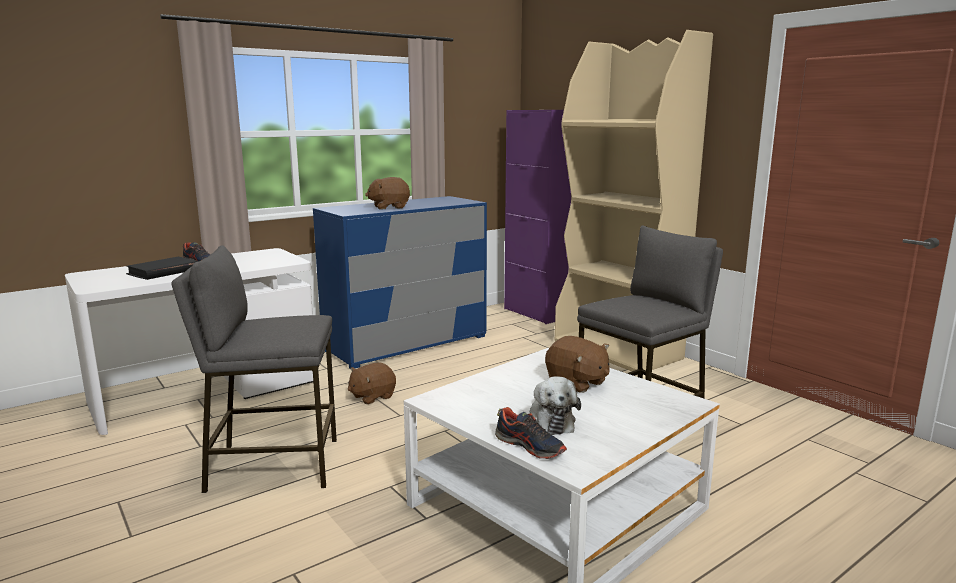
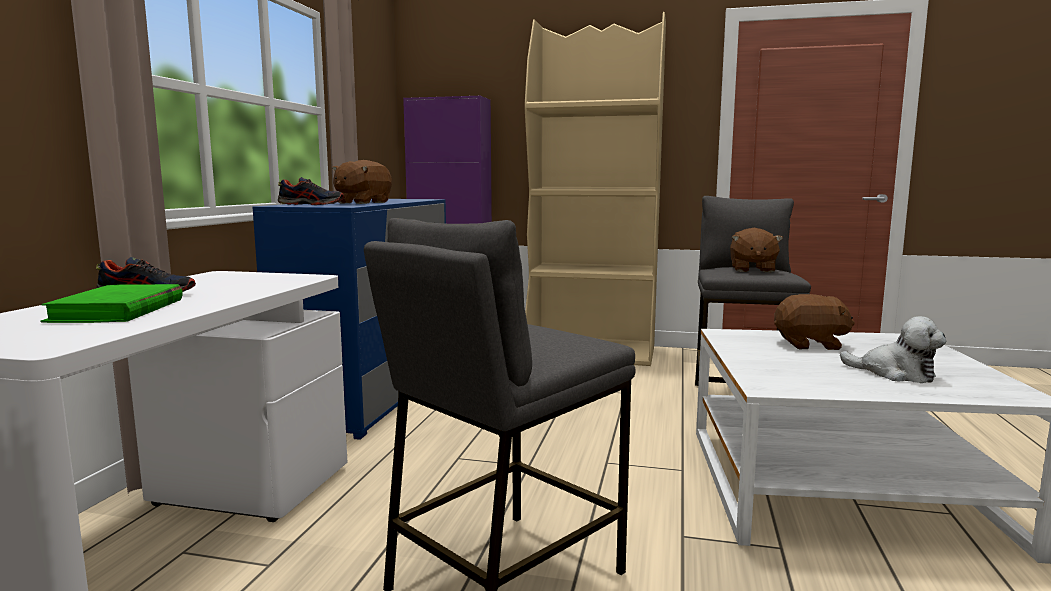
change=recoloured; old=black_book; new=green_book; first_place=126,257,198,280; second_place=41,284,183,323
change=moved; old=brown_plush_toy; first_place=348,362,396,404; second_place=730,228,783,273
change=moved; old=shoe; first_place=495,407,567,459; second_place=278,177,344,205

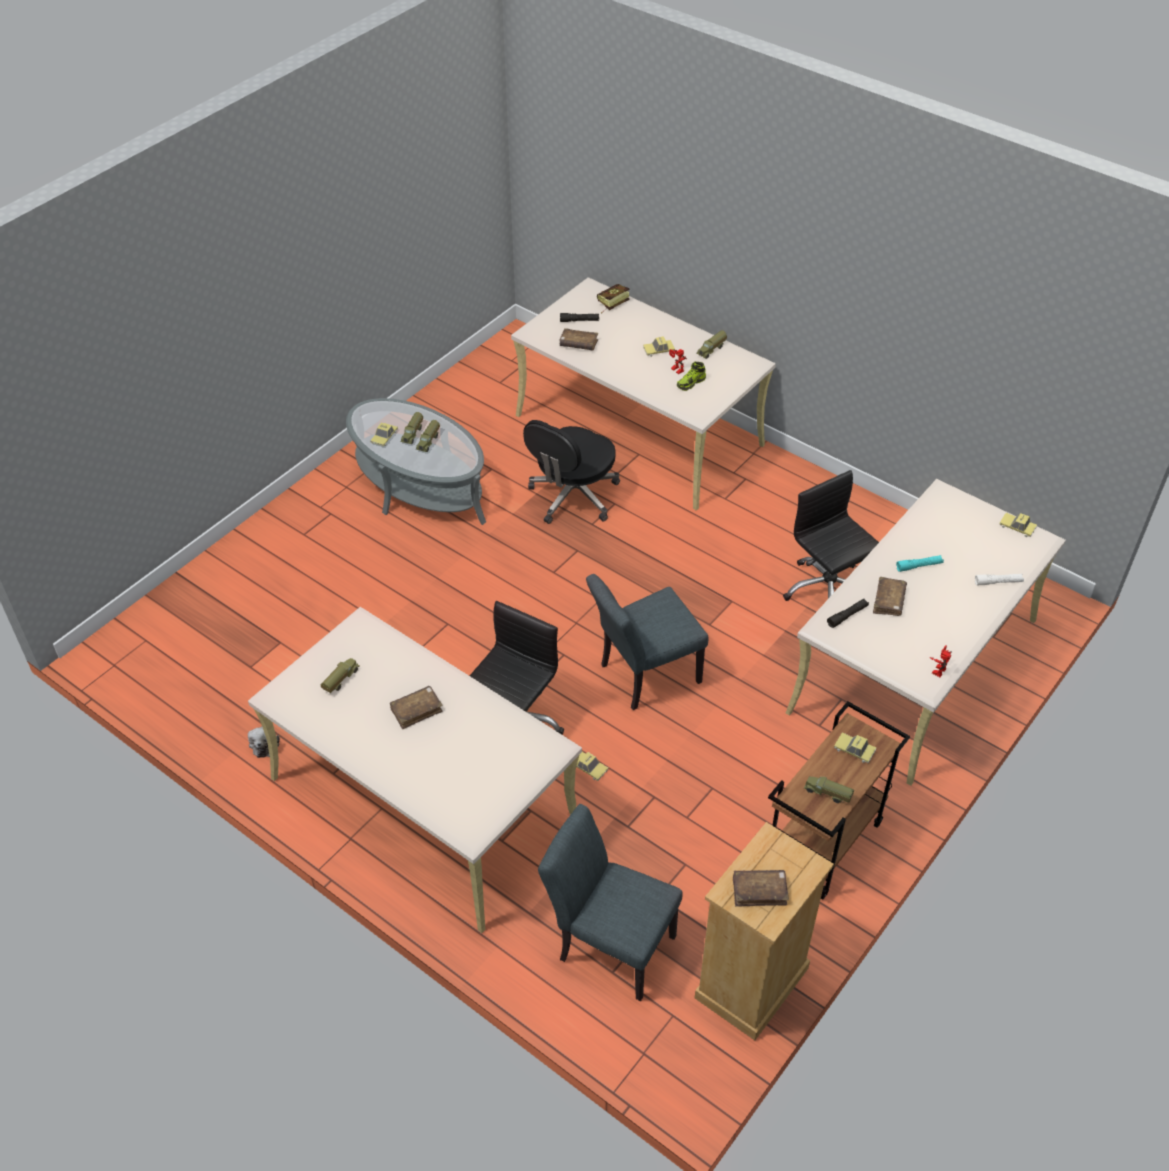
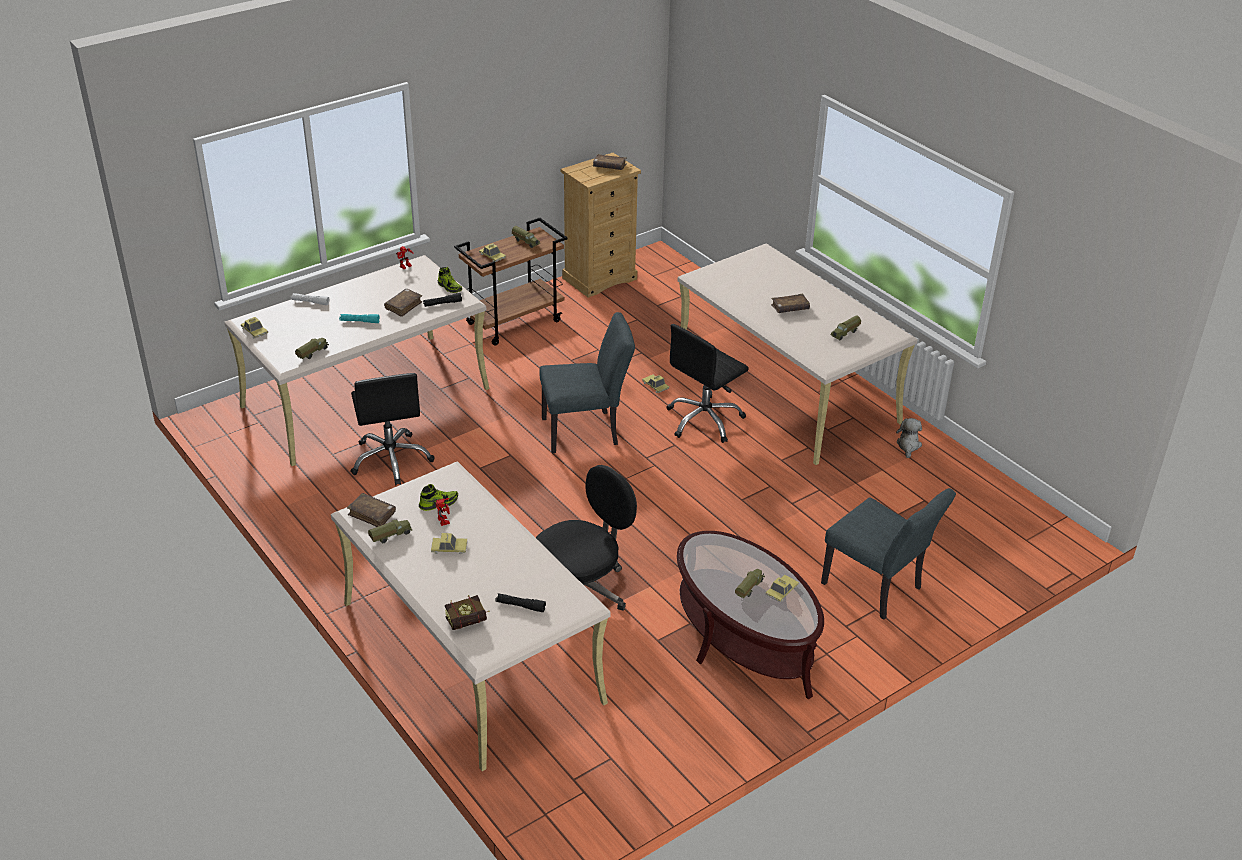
change=moved; old=brown_book; first_place=559,328,598,351; second_place=347,493,396,527
change=recoloured; old=grey_coffee_table; new=brown_coffee_table; first_place=346,398,486,525; second_place=677,531,824,699
change=moved; old=toy_truck; first_place=416,420,440,452; second_place=295,338,329,359
change=moved; old=grey_chair; first_place=538,804,683,1001; second_place=821,488,956,620
change=added; new=shoe; second_place=438,267,462,293

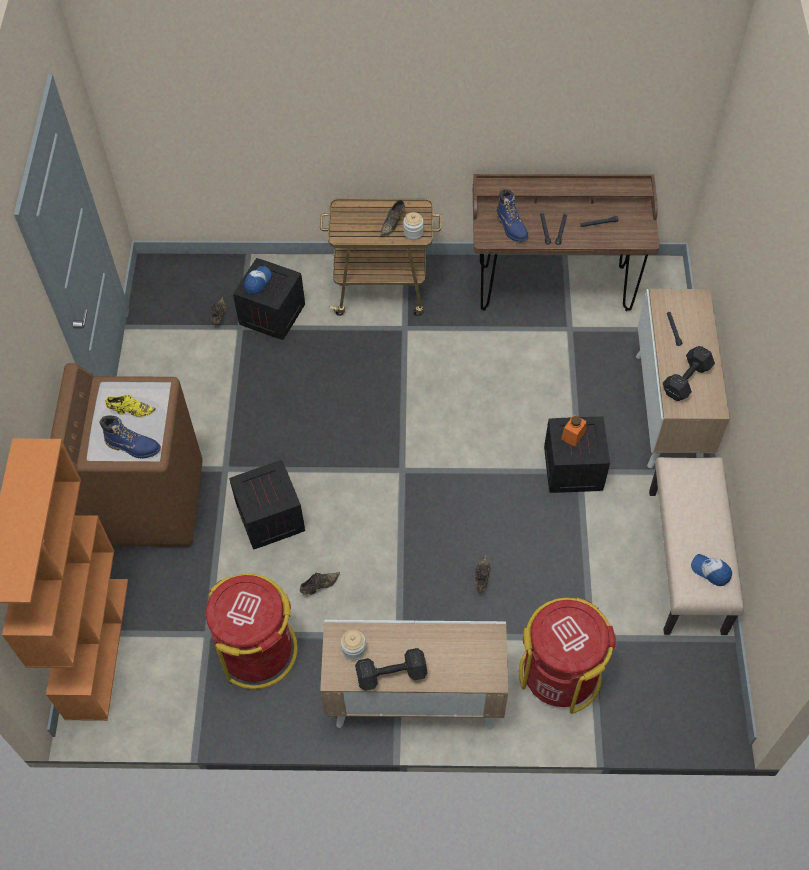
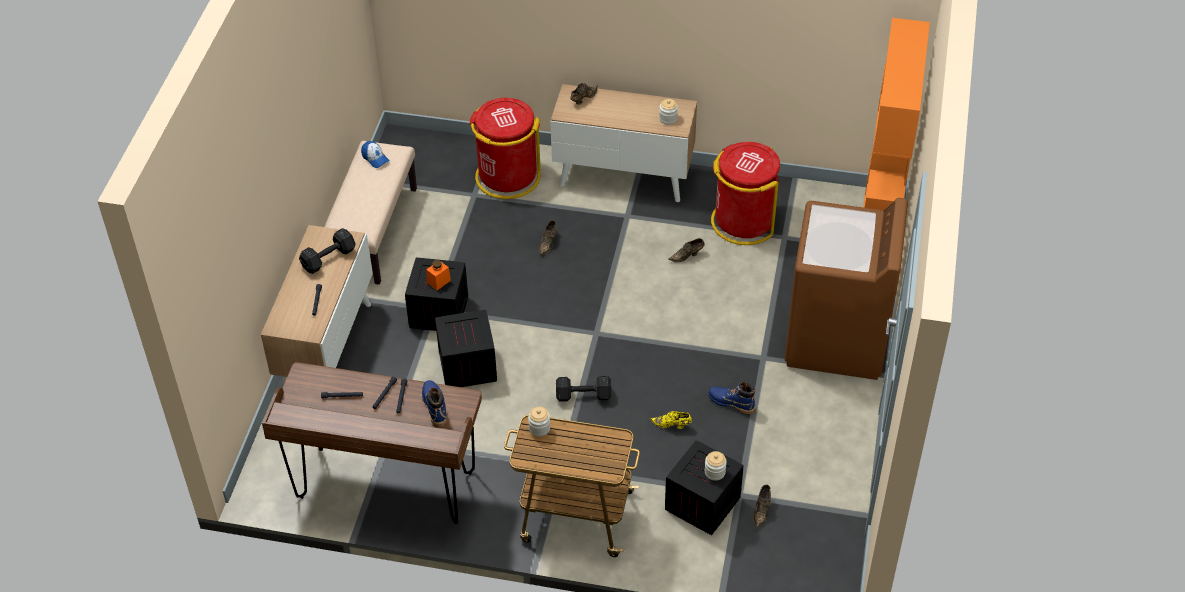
change=moved; old=brown_shoe; first_place=381,200,405,236; second_place=571,83,598,105
change=replaced; old=cap; new=jar; first_place=244,266,271,295; second_place=705,451,727,481
change=moved; old=yellow_shoe; first_place=105,394,156,417; second_place=650,411,692,429
change=moved; old=blue_boot; first_place=100,415,161,458; second_place=708,381,755,414
change=moved; old=crate; first_place=229,460,305,550; second_place=435,310,497,387
change=moved; old=black_dumbbell; first_place=355,648,427,691; second_place=556,376,611,402

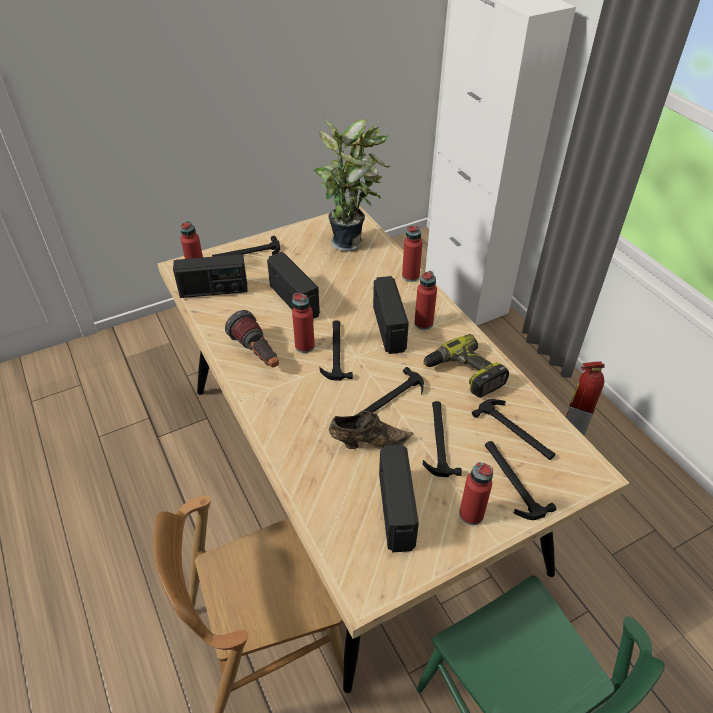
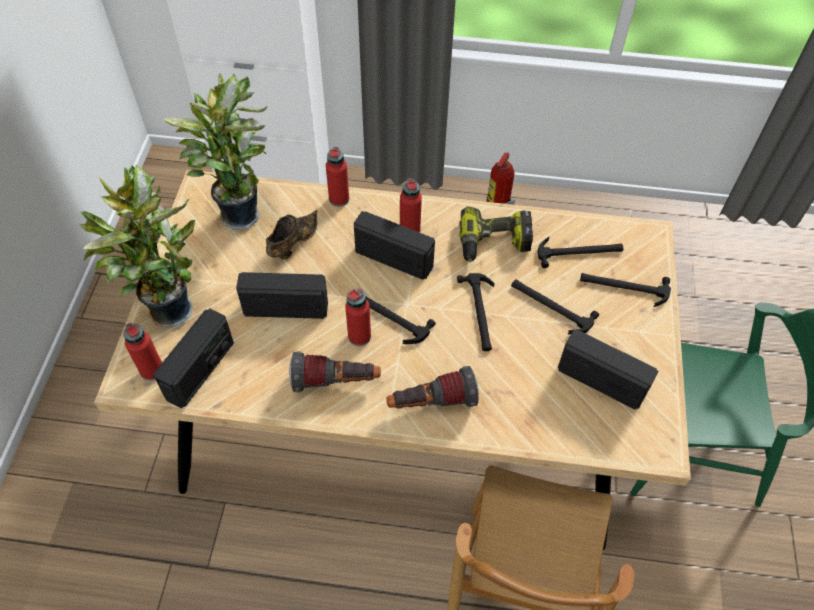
change=replaced; old=hammer; new=potted_plant; first_place=212,236,280,257; second_place=79,165,195,328
change=moved; old=brown_shoe; first_place=329,411,413,449; second_place=266,210,317,260
change=removed; old=red_bottle; first_place=459,462,493,525
change=added; new=flashlight; second_place=387,366,479,409

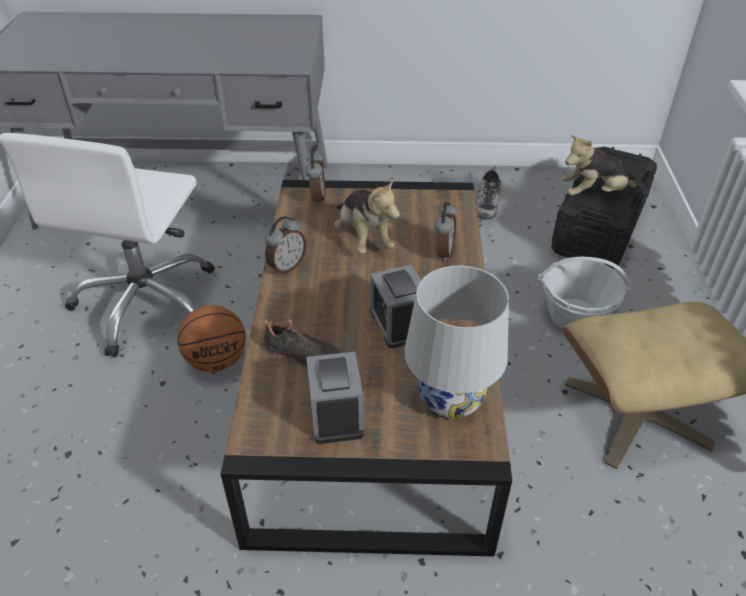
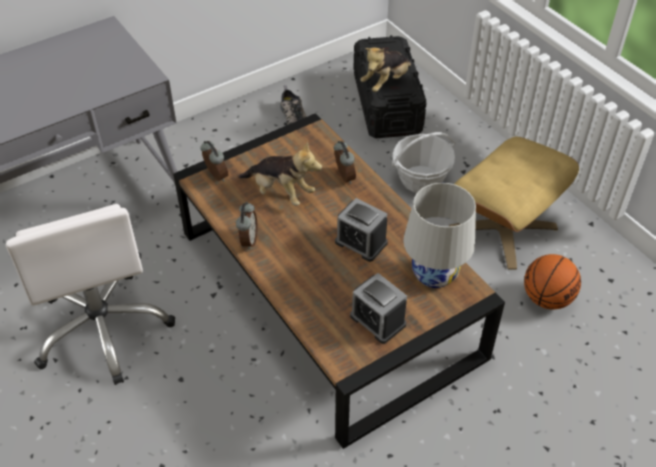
change=moved; old=basketball; first_place=177,305,246,372; second_place=524,254,581,310
change=removed; old=black_shoe; first_place=263,318,341,368

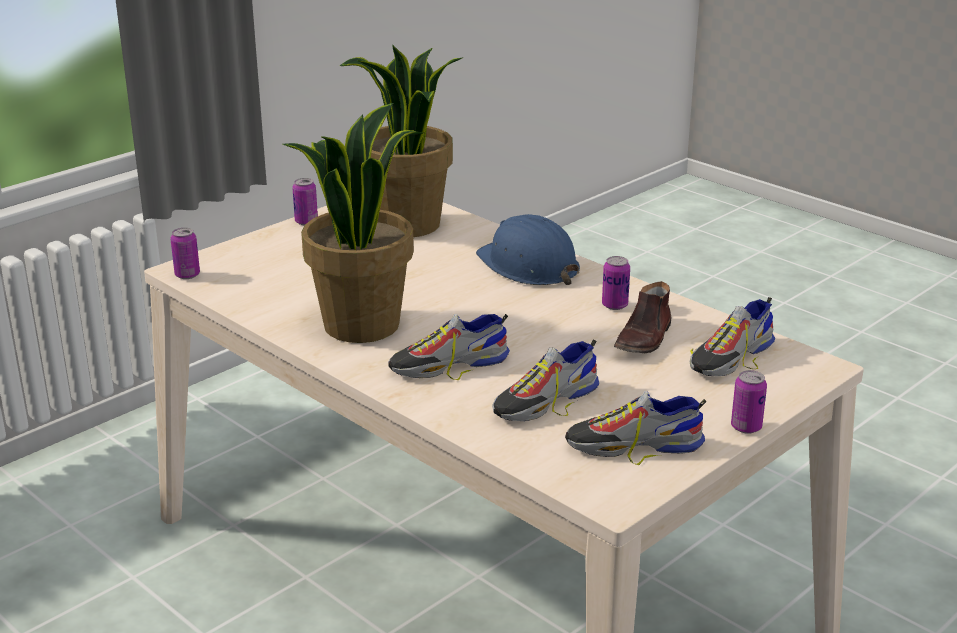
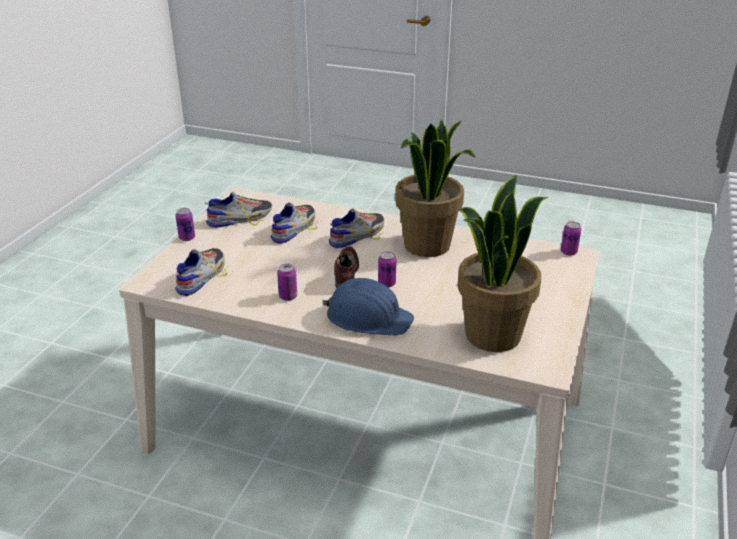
change=moved; old=can; first_place=293,178,318,225; second_place=378,251,396,287
change=moved; old=brown_shoe; first_place=614,281,671,353; second_place=334,246,359,288

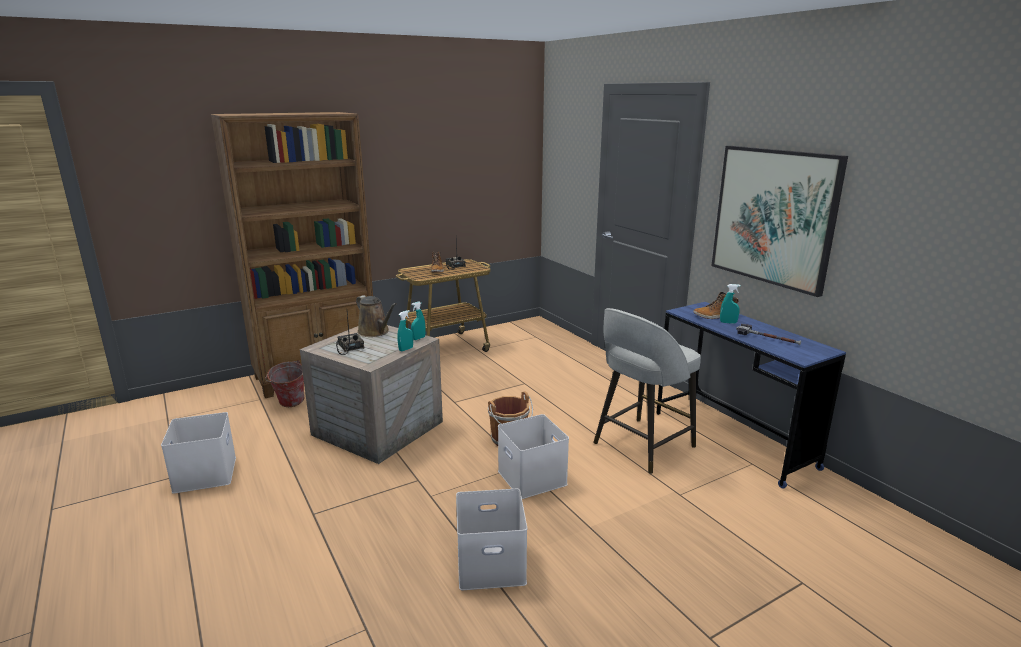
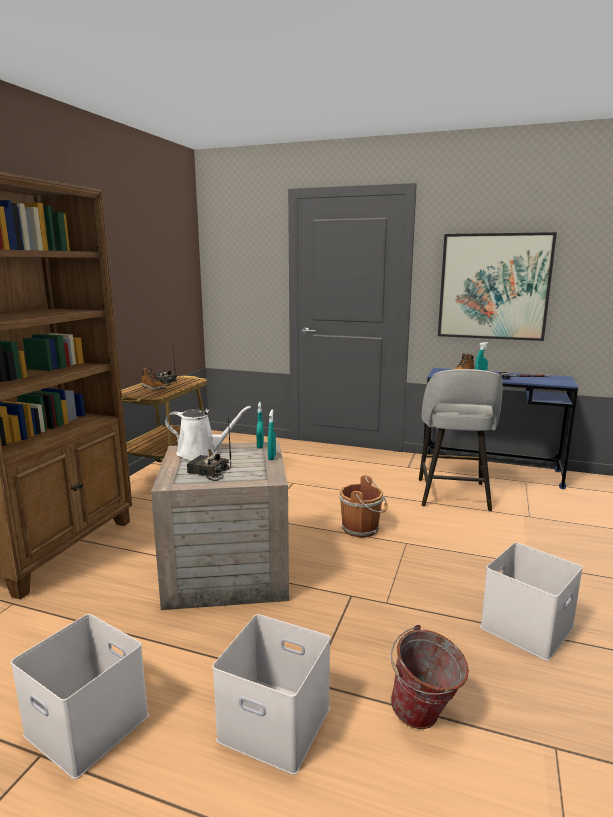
change=recoloured; old=brown_watering_can; new=white_watering_can; first_place=356,295,397,337; second_place=165,406,251,460
change=moved; old=bucket; first_place=265,360,305,407; second_place=391,625,469,729
change=moved; old=white_storage_box; first_place=498,414,569,499; second_place=212,614,331,775

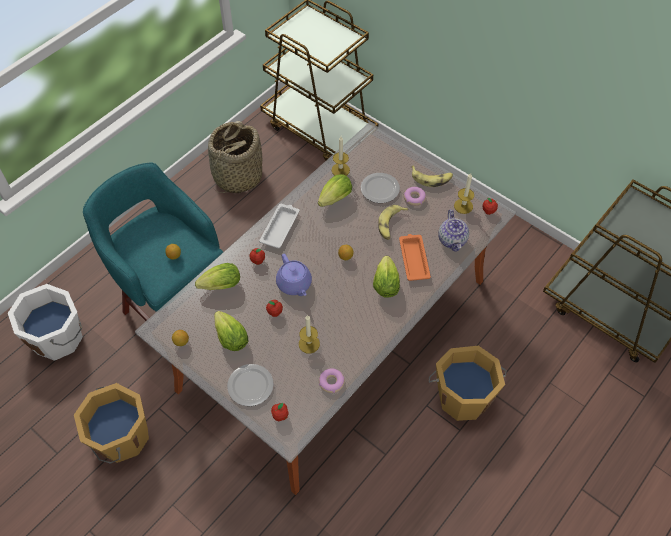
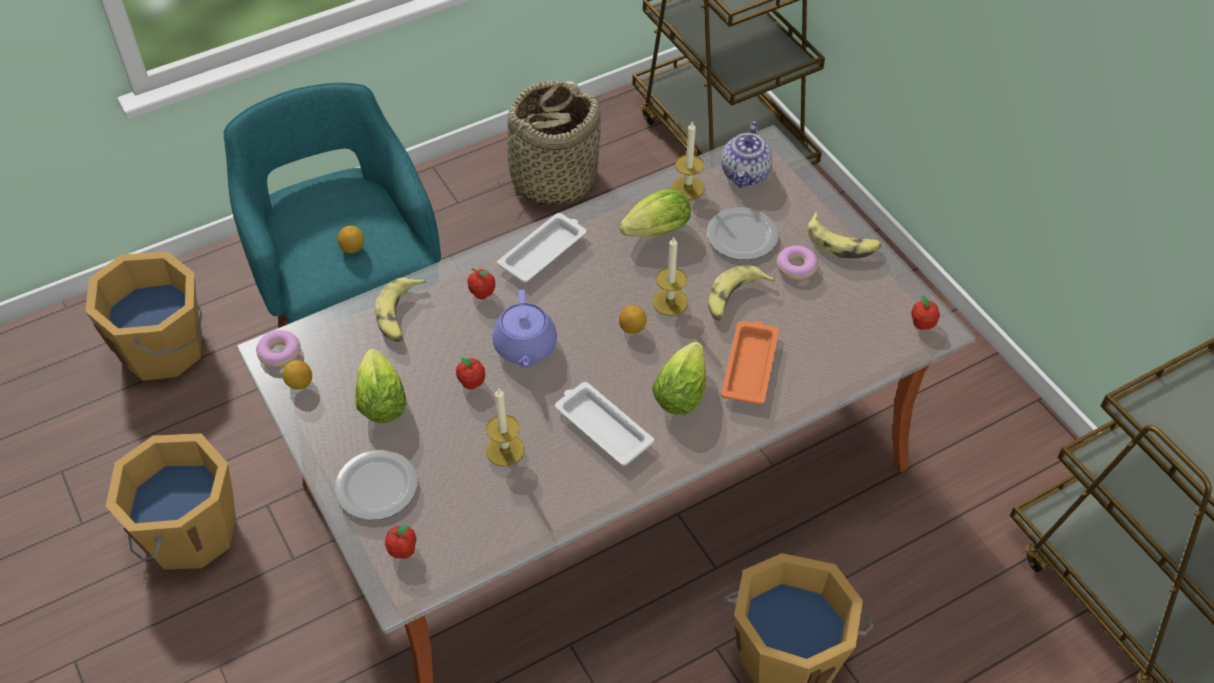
change=moved; old=candle; first_place=454,173,474,214; second_place=652,237,688,316
change=moved; old=teapot; first_place=438,209,469,252; second_place=721,122,773,188
change=replaced; old=lettuce; new=banana; first_place=195,263,240,290; second_place=375,278,426,342
change=recoloured; old=white_bucket; new=orange_bucket; first_place=8,284,83,361; second_place=85,251,202,381
change=moved; old=donut; first_place=319,369,345,393; second_place=256,330,300,368
change=added; new=white_tray; second_place=555,382,655,466

